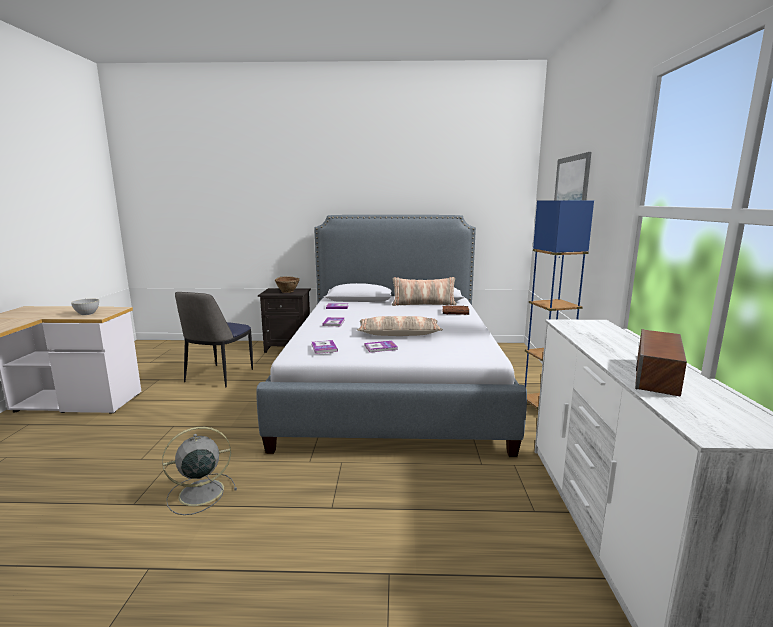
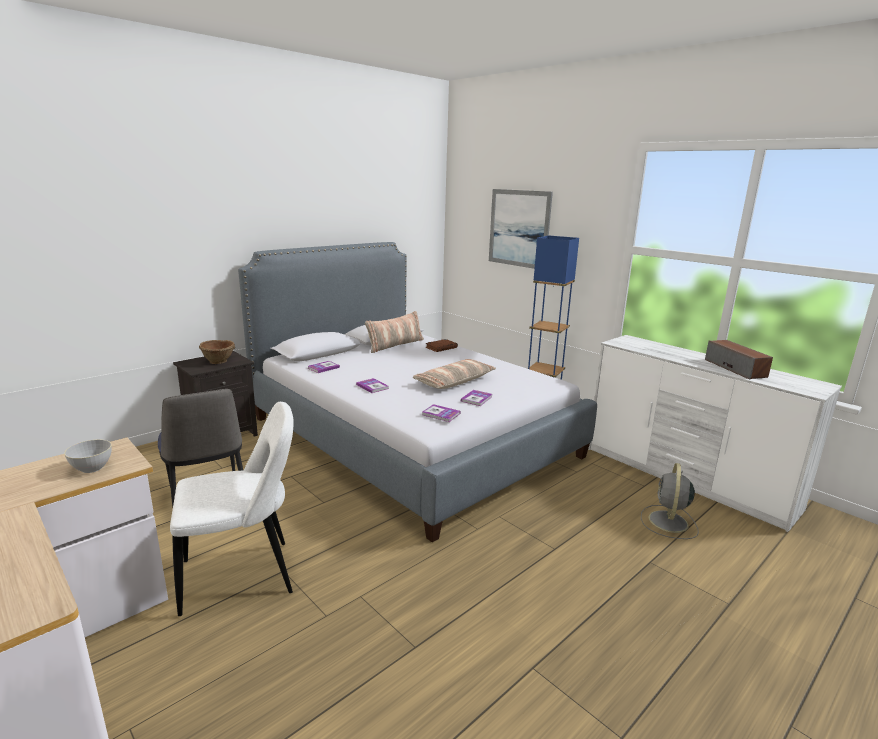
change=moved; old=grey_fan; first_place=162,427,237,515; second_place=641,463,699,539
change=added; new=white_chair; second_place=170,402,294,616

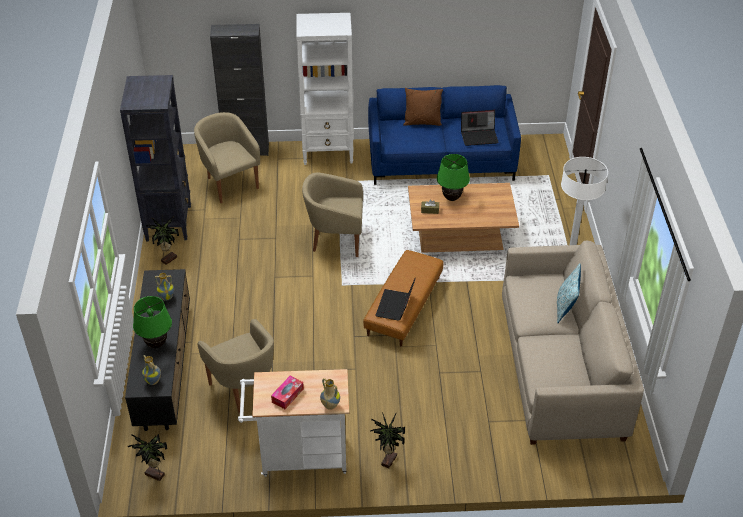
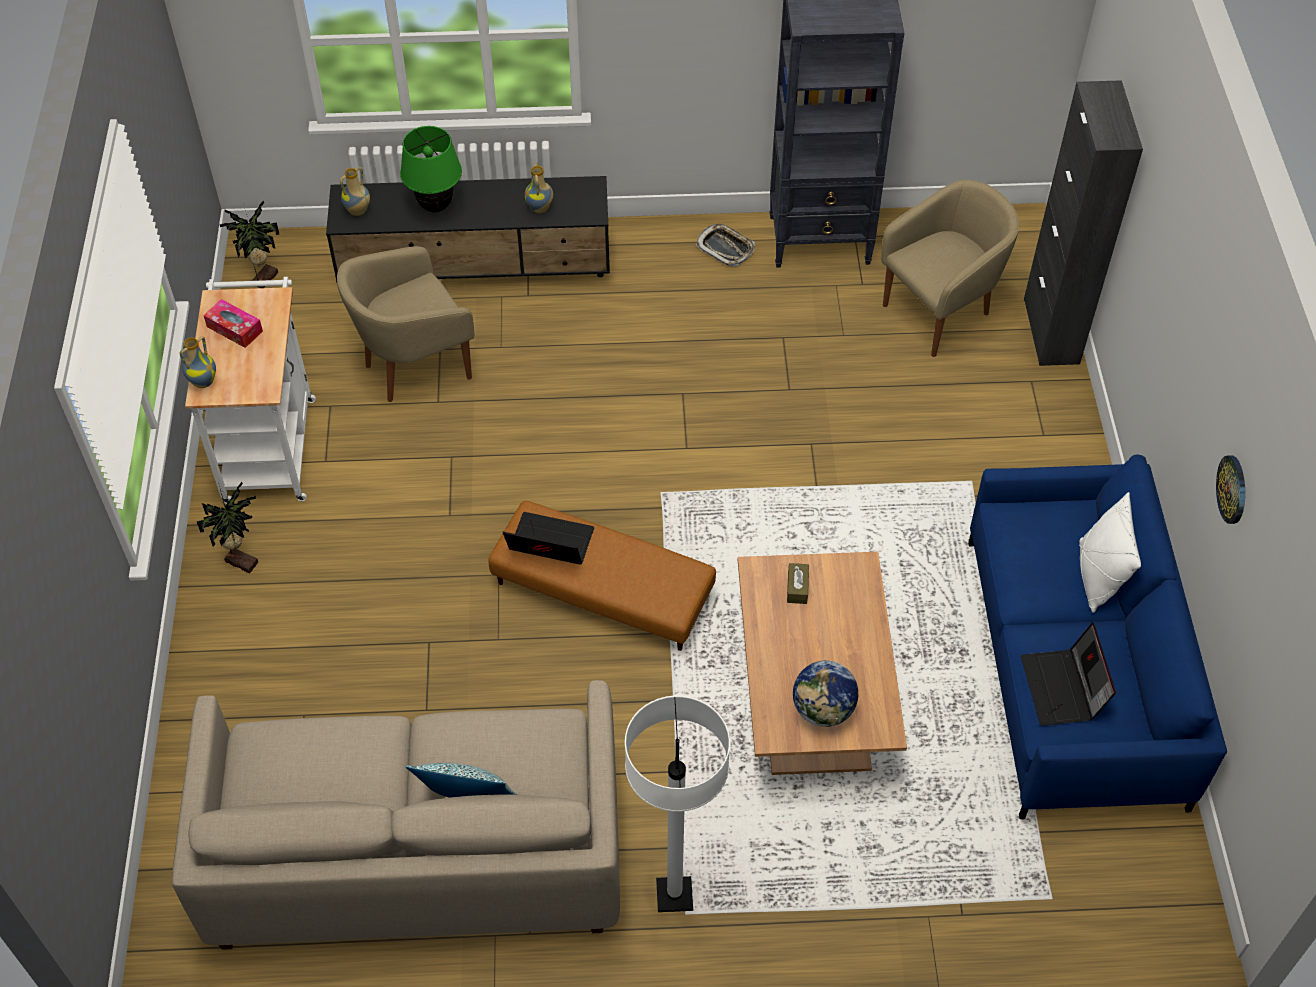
change=removed; old=white_bookcase; first_place=296,13,353,165
change=recoloured; old=brown_pillow; new=white_pillow; first_place=403,88,443,126; second_place=1079,492,1141,613
change=removed; old=green_table_lamp; first_place=437,154,470,201
change=removed; old=beige_armchair; first_place=302,173,363,257
change=replaced; old=potted_plant; new=tray; first_place=146,215,179,265; second_place=696,224,755,266
change=added; new=wall_clock; second_place=1216,455,1245,524
change=added; new=globe; second_place=793,661,858,727

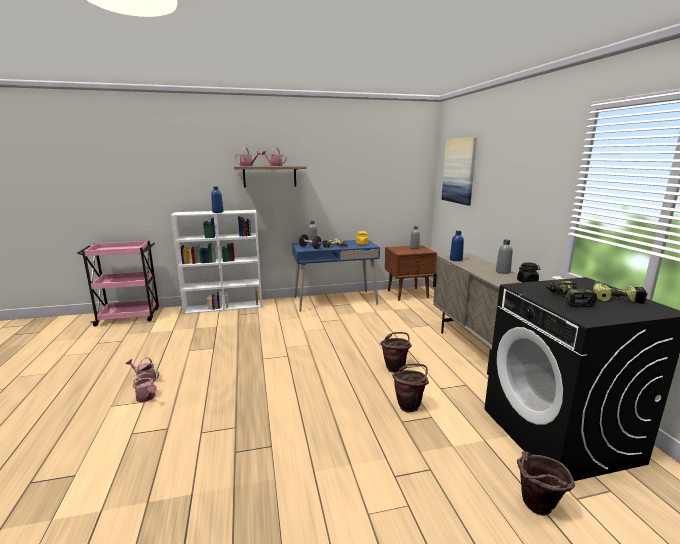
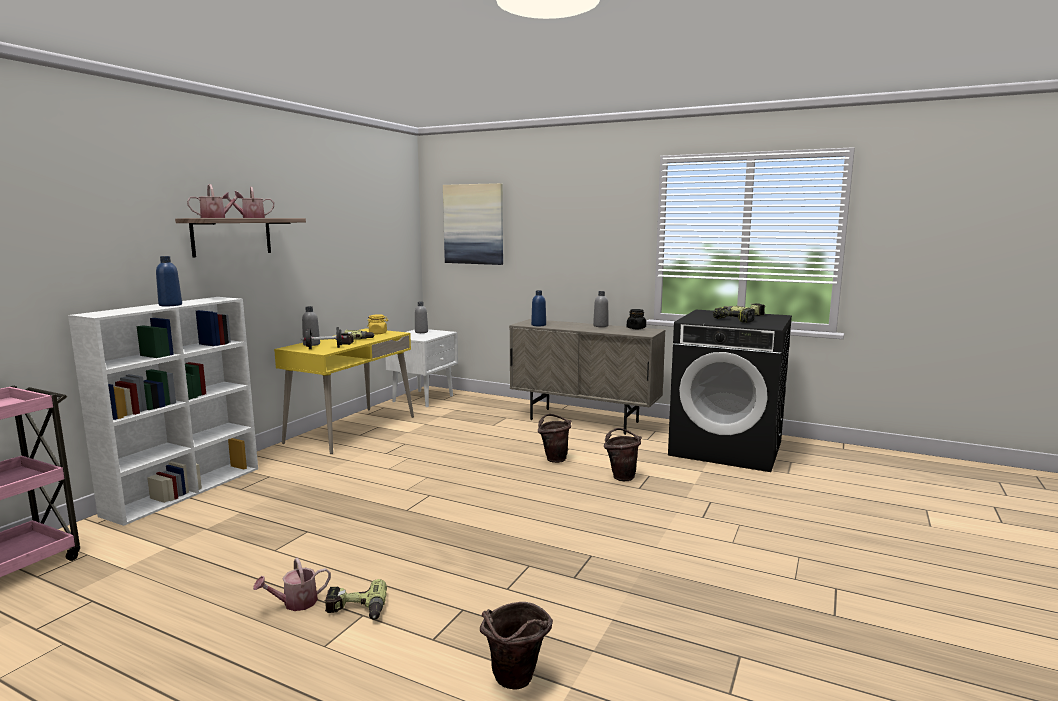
change=recoloured; old=blue_desk; new=yellow_desk; first_place=292,240,380,312; second_place=274,328,414,454
change=recoloured; old=brown_nightstand; new=white_nightstand; first_place=385,245,437,301; second_place=385,329,458,407
change=replaced; old=watering_can; new=power_drill; first_place=133,372,157,402; second_place=325,579,387,620
change=moved; old=brown_bucket; first_place=517,451,575,516; second_place=480,602,553,690

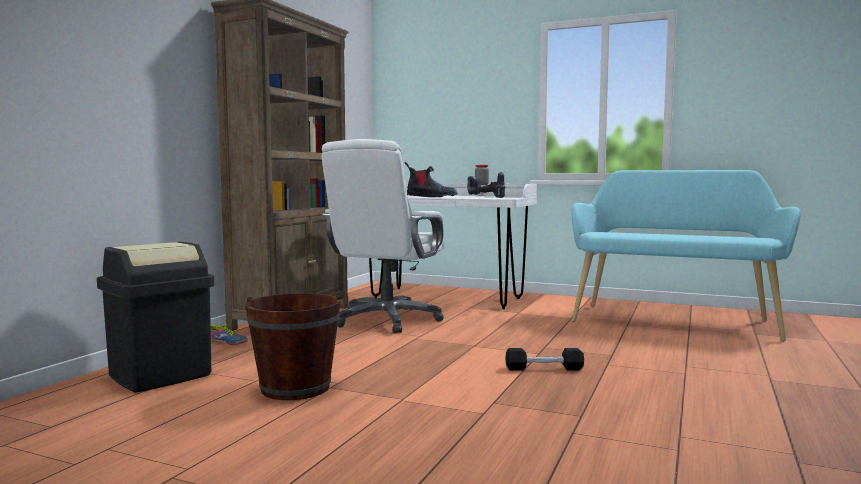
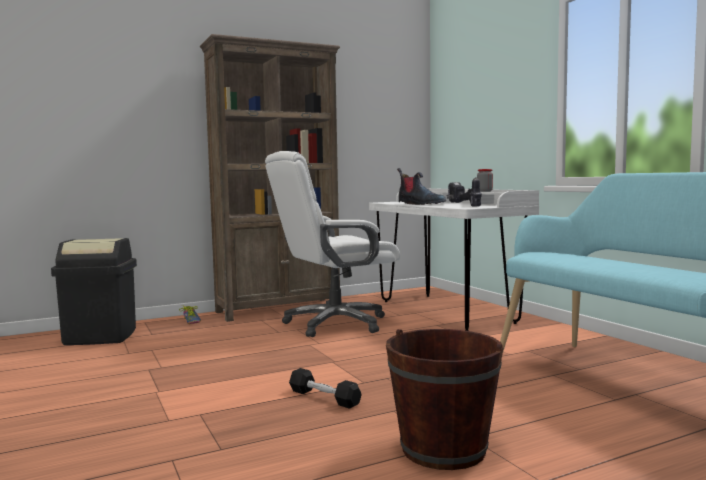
change=moved; old=brown_bucket; first_place=245,293,341,400; second_place=386,329,504,470

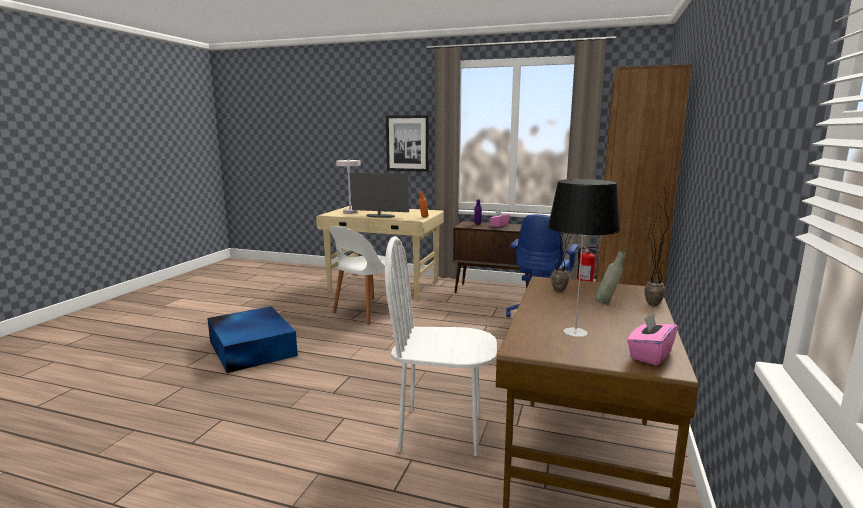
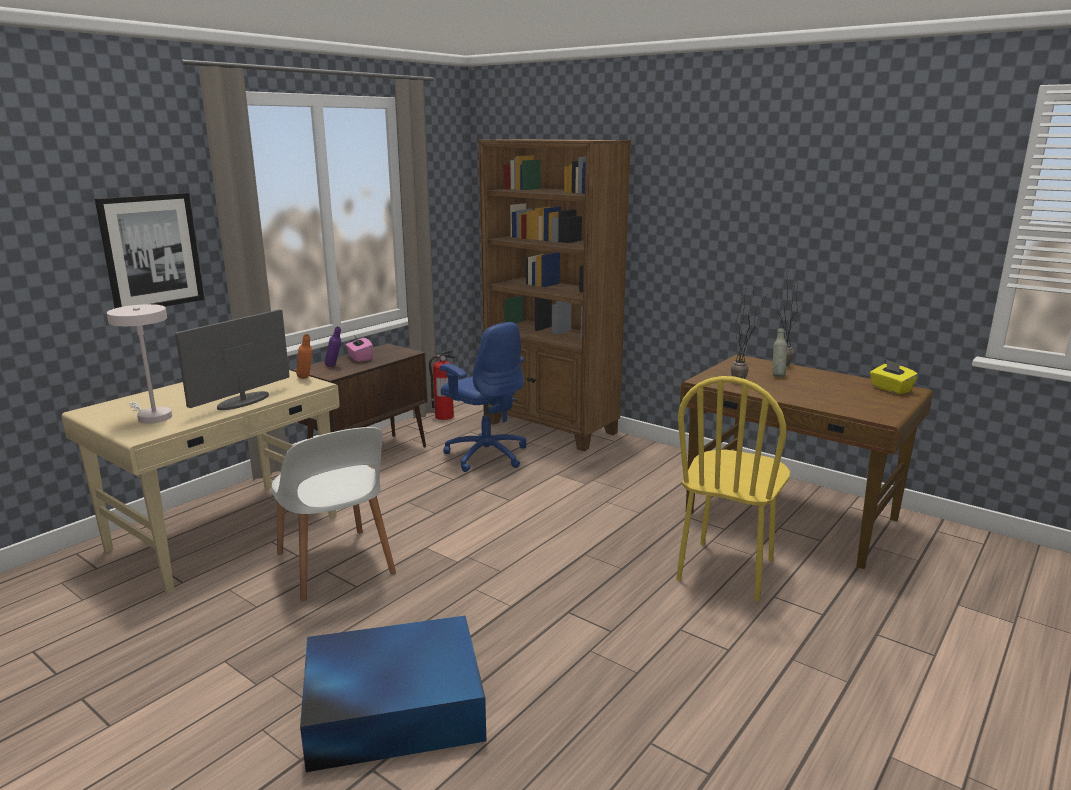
change=removed; old=table_lamp; first_place=548,179,620,337
change=recoloured; old=white_chair; new=yellow_chair; first_place=385,236,497,456; second_place=676,376,790,602
change=recoloured; old=pink_tissue_box; new=yellow_tissue_box; first_place=627,312,678,366; second_place=870,360,918,394

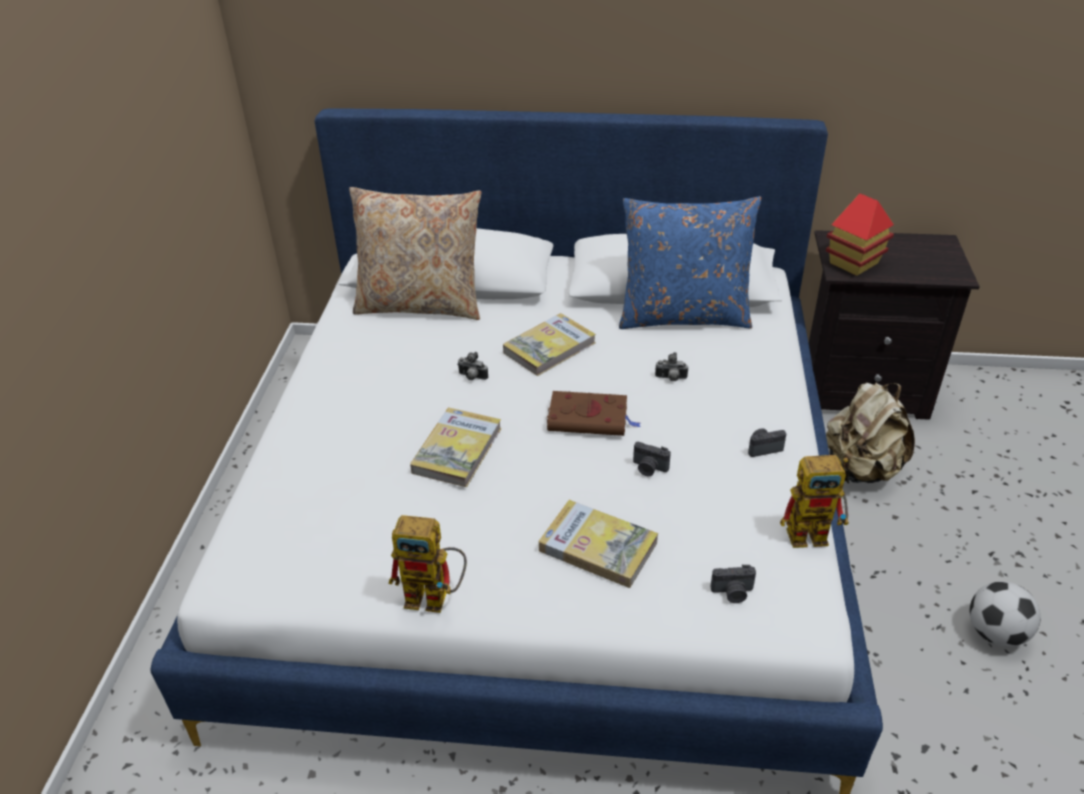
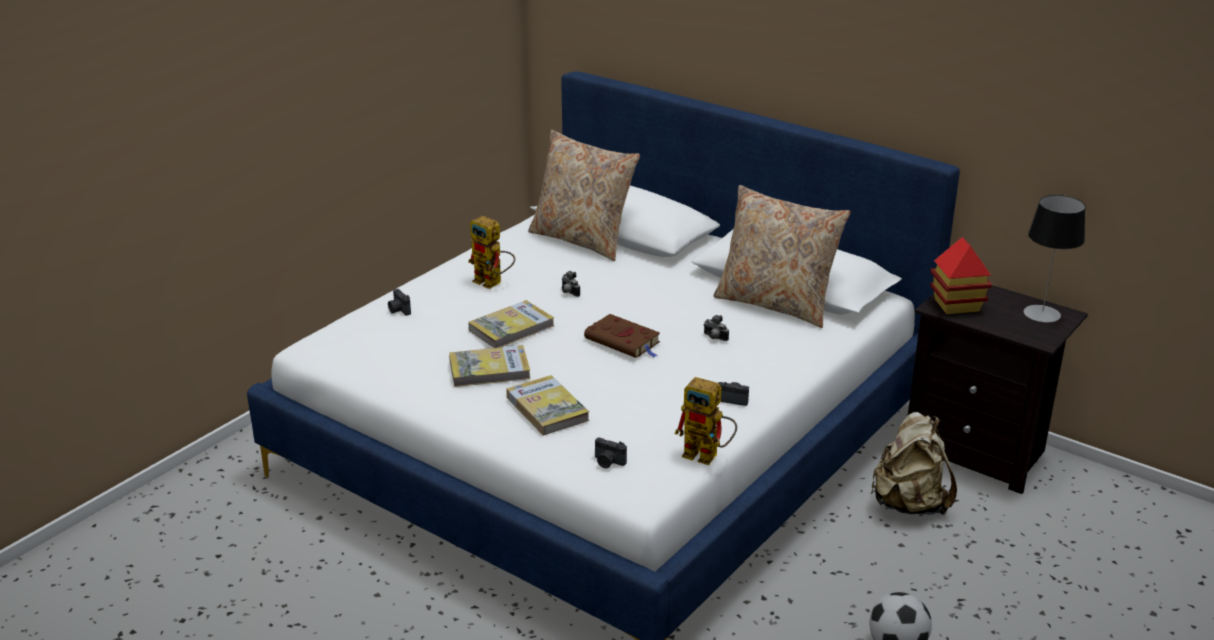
change=recoloured; old=blue_pillow; new=beige_pillow; first_place=619,196,761,329; second_place=714,185,851,328
change=moved; old=book; first_place=503,313,596,376; second_place=449,345,531,387
change=moved; old=photo_camera; first_place=633,442,671,476; second_place=388,289,411,316
change=moved; old=toy_robot; first_place=389,515,467,613; second_place=468,216,515,289
change=added; new=table_lamp; second_place=1024,195,1085,323

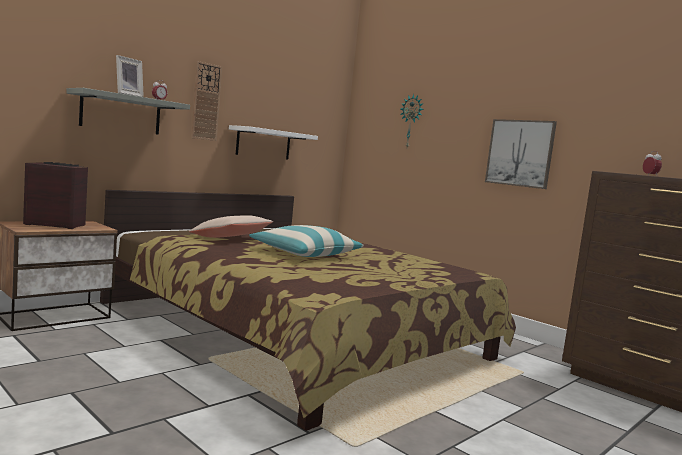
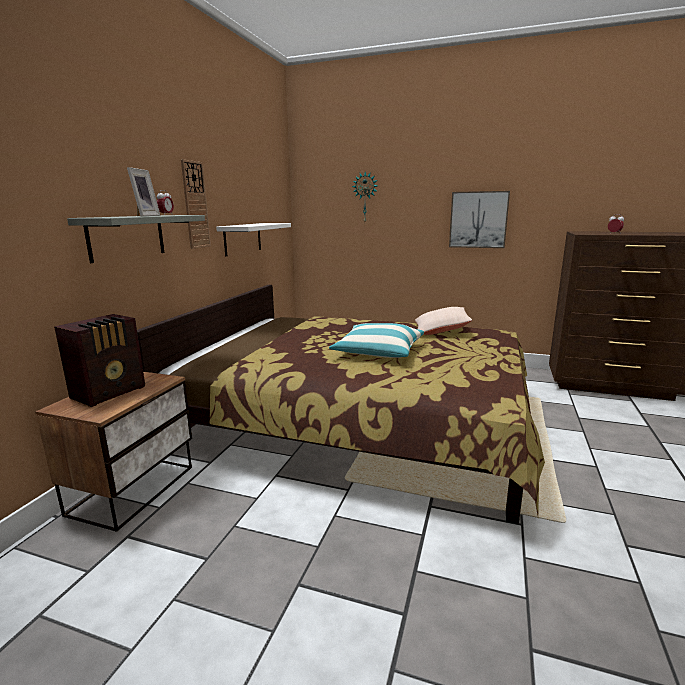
change=turned; old=radio; first_place=23,162,88,229; second_place=54,314,145,407; degrees=150
change=moved; old=beige_pillow; first_place=189,215,273,238; second_place=415,307,472,335

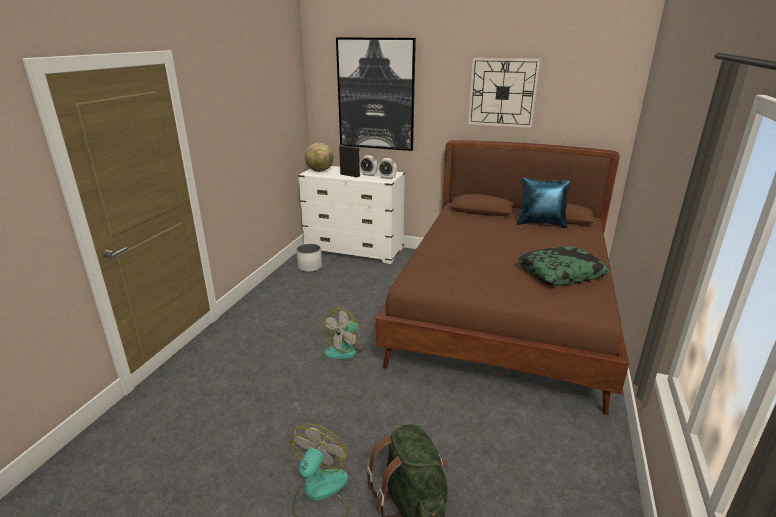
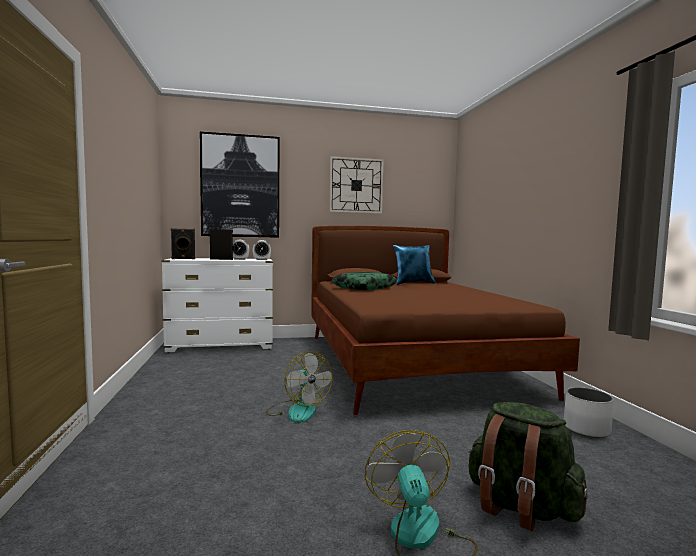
change=replaced; old=globe; new=black_speaker; first_place=305,143,334,172; second_place=171,228,195,259
change=moved; old=white_planter; first_place=296,244,322,272; second_place=564,387,614,438
change=moved; old=pillow; first_place=518,246,610,286; second_place=332,272,397,290
change=turned; old=fan; first_place=324,308,367,359; second_place=266,352,333,423; degrees=-45

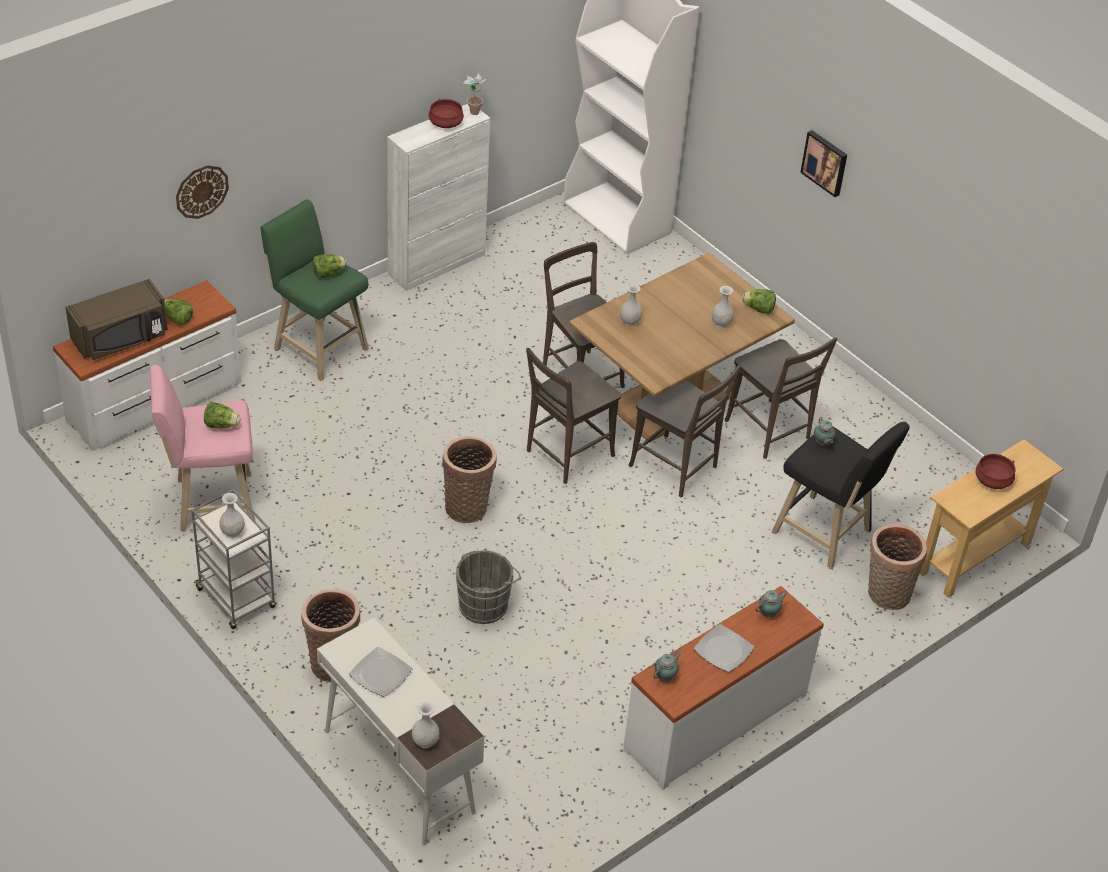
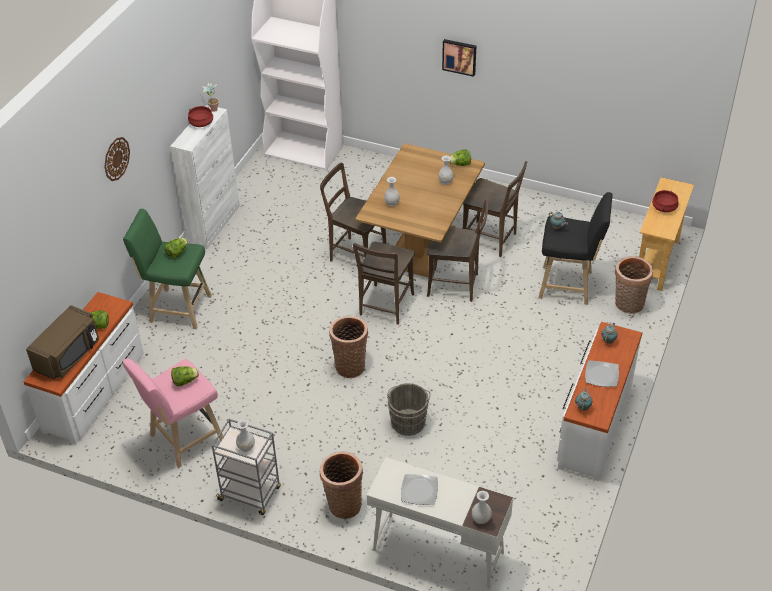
change=moved; old=wall_clock; first_place=176,165,229,219; second_place=105,137,130,181

